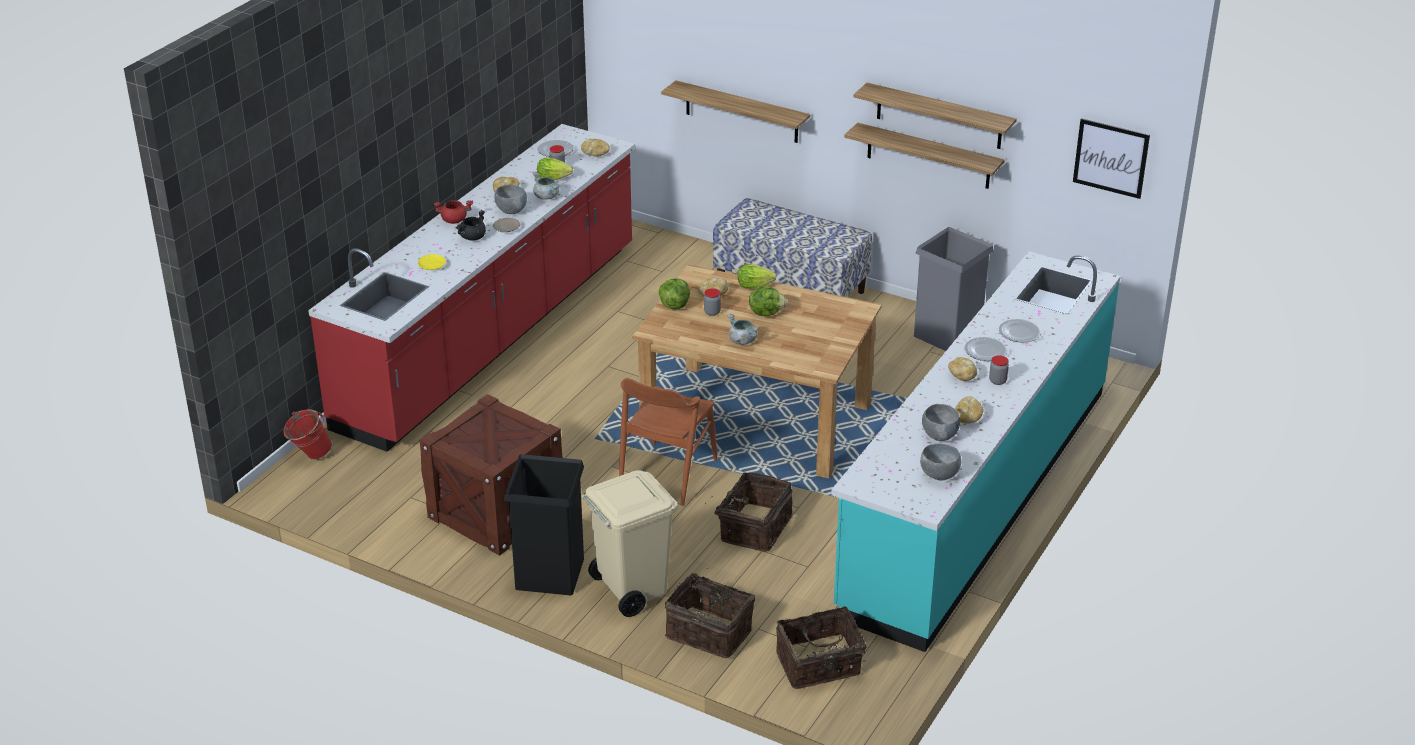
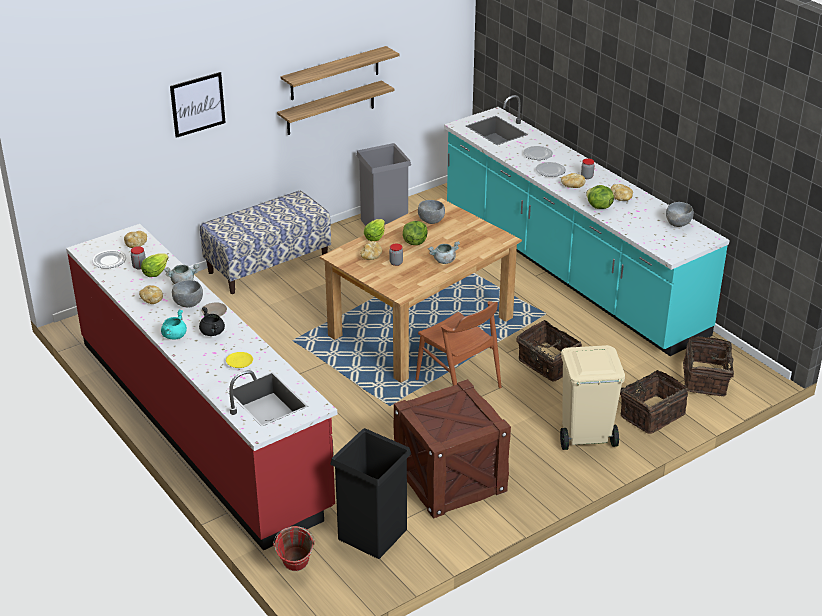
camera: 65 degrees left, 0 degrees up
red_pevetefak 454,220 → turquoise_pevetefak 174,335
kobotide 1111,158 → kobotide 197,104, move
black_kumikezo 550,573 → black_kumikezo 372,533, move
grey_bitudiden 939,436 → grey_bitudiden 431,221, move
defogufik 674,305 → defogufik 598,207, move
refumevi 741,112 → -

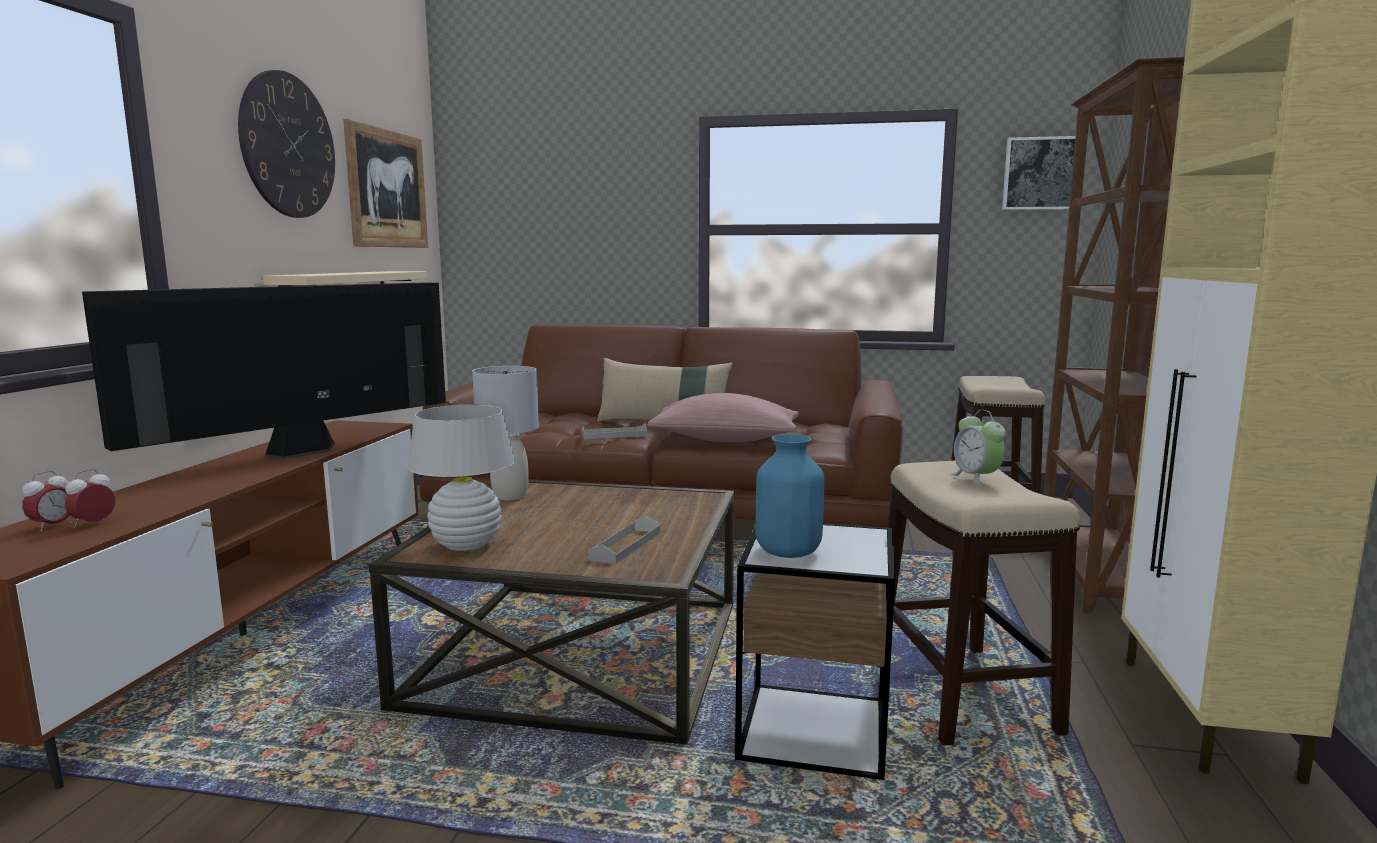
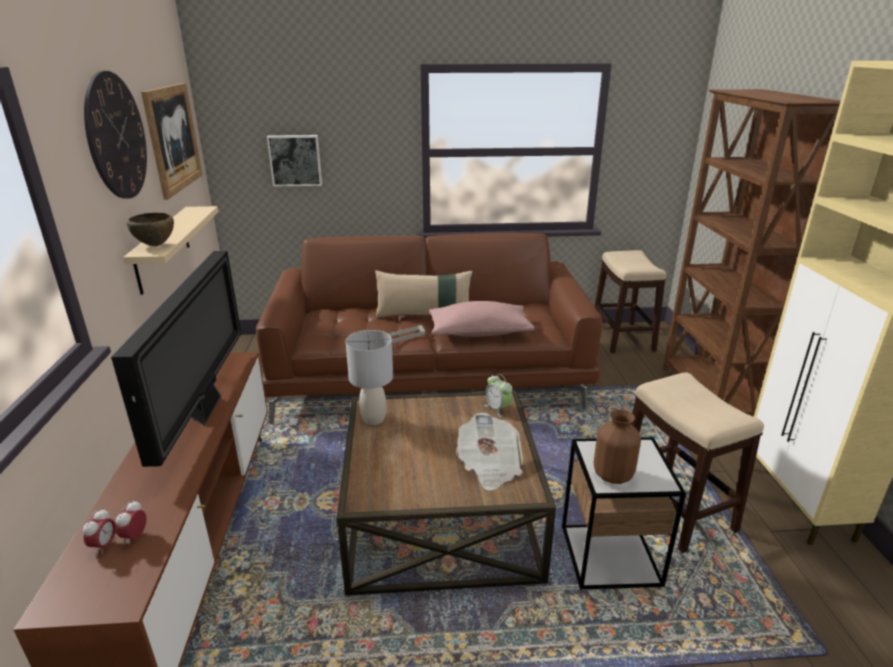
camera: 15 degrees left, 15 degrees up
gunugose 299,452 → gunugose 207,408, 150 degrees clockwise
- → brown_bitudiden 156,245
kobotide 1041,174 → kobotide 295,160, move
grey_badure 625,545 → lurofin 489,466
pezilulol 976,478 → pezilulol 498,408, move
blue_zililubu 787,551 → brown_zililubu 612,475
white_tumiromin 466,545 → -

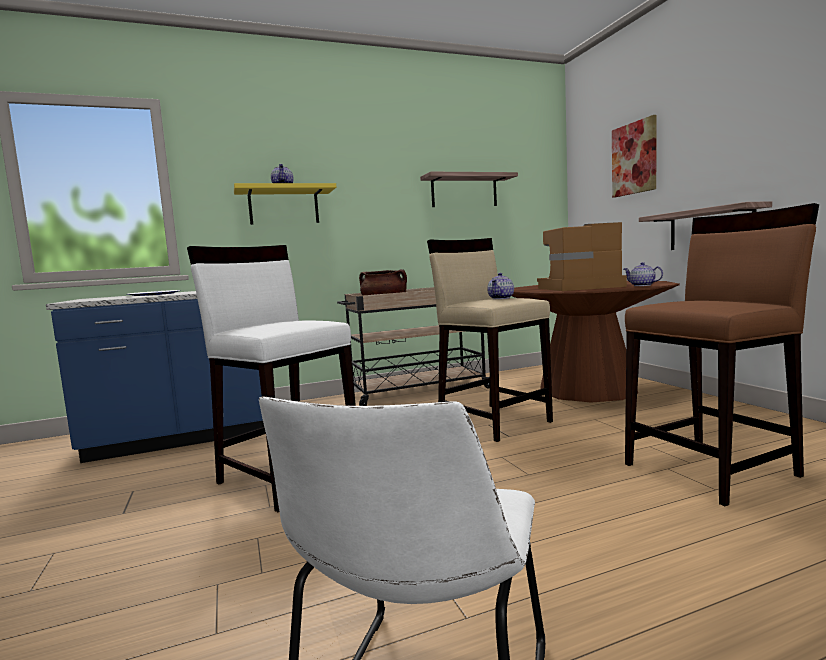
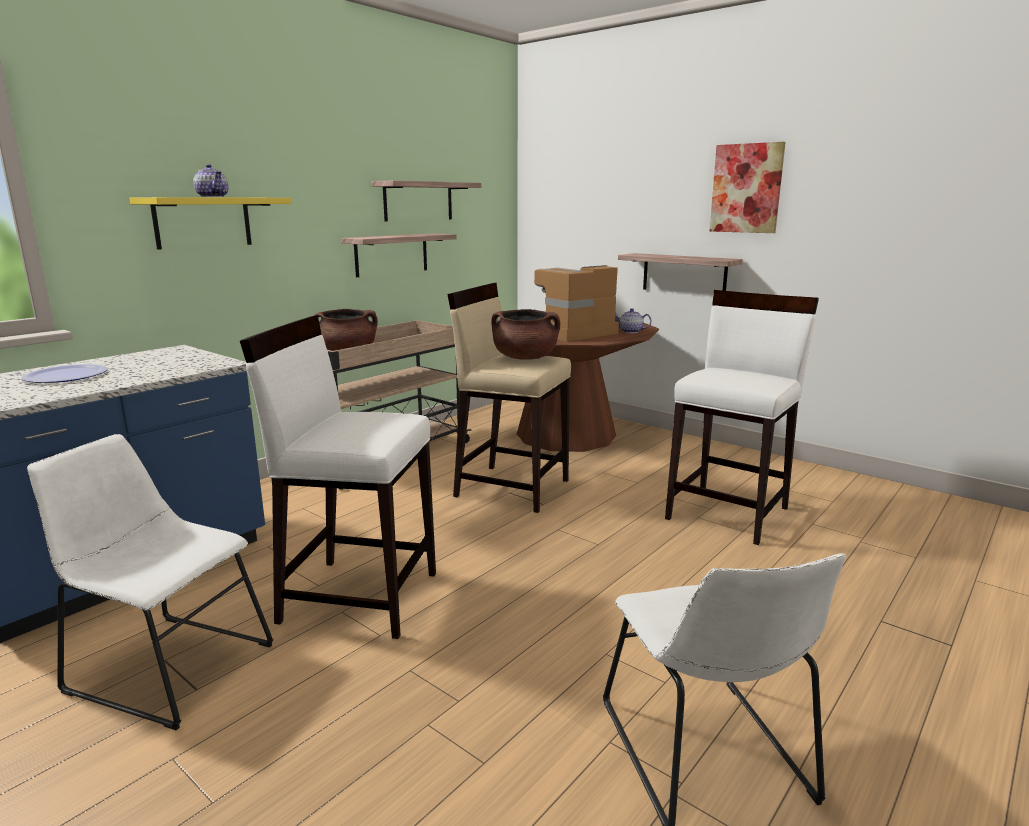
camera: 30 degrees left, 10 degrees up
- → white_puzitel 165,665
- → refumevi 391,254
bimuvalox 501,298 → brown_pevetefak 525,358
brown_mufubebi 712,470 → white_mufubebi 729,513
kobotide 634,158 → kobotide 746,188, move

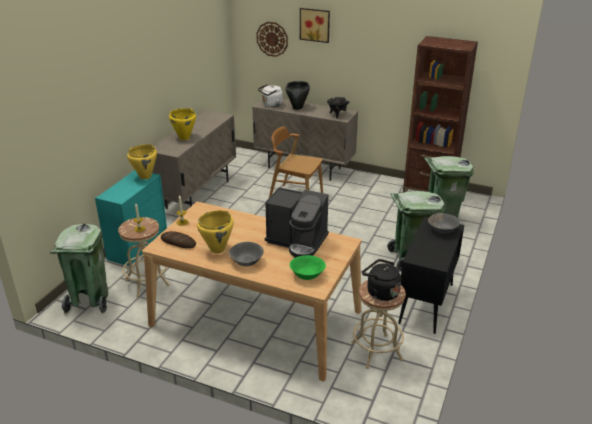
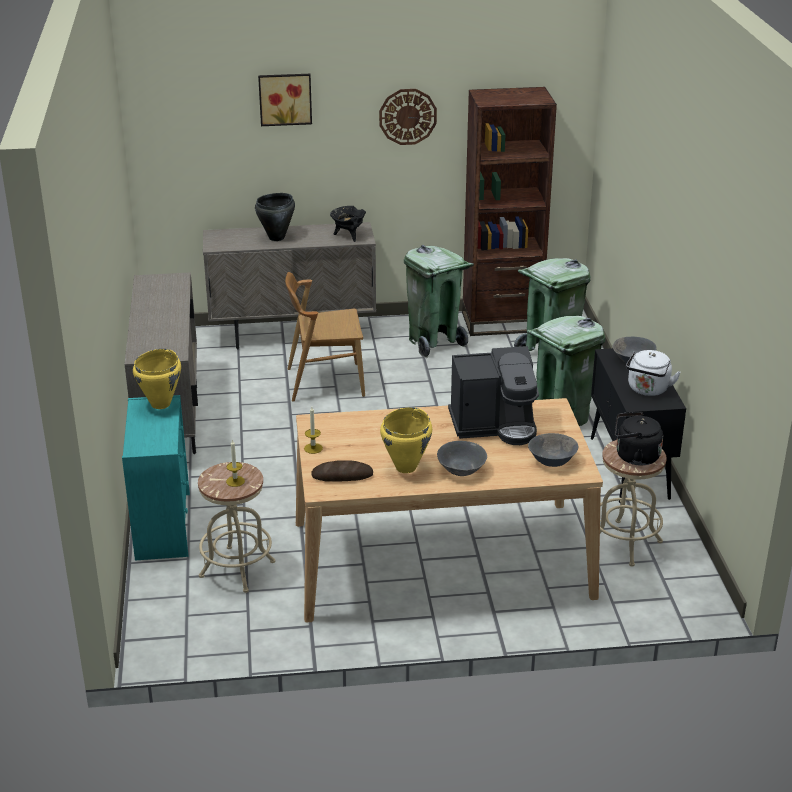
camera: 30 degrees left, 0 degrees up
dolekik 272,39 → dolekik 407,116, move
green_kumikezo 89,301 → green_kumikezo 434,342, move
green_bitudiden 307,275 → grey_bitudiden 552,461
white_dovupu 271,105 → white_dovupu 648,390, move
yellow_pevetefak 184,138 → -

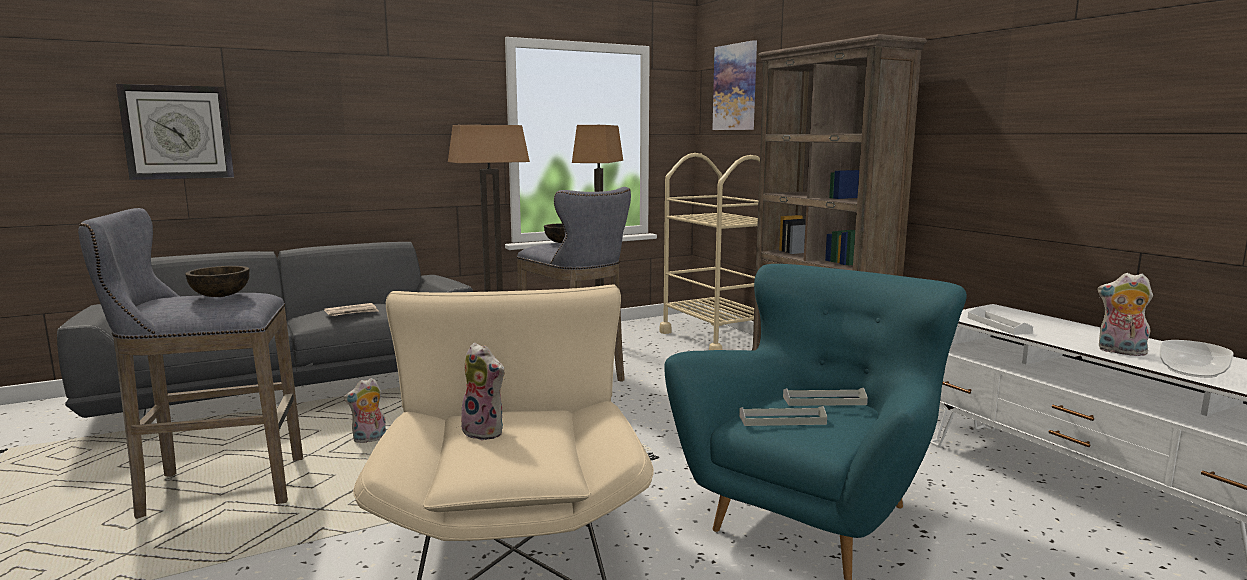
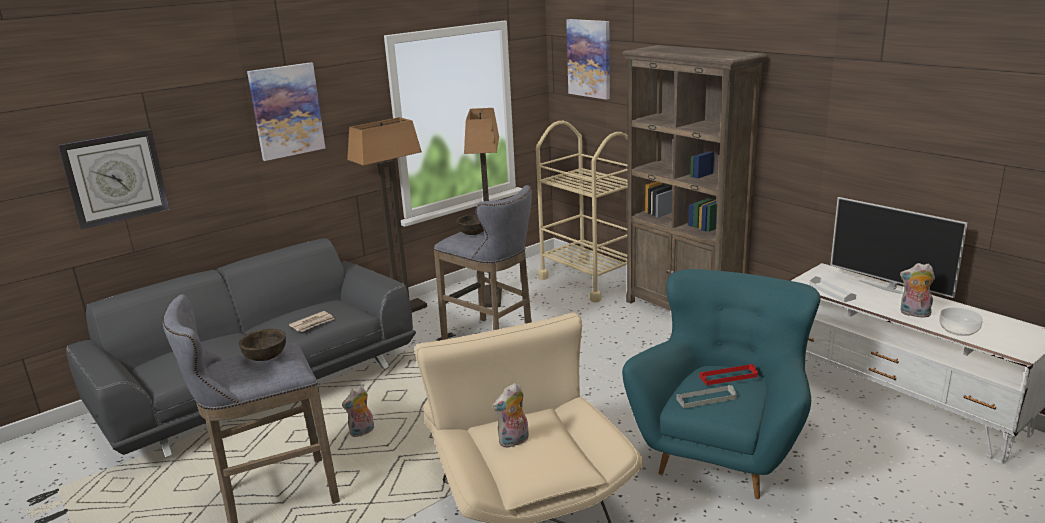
camera: 10 degrees left, 10 degrees up
- → kobotide 286,111
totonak 486,431 → totonak 514,441, 120 degrees clockwise
grey_badure 824,401 → red_badure 728,377
- → gunugose 890,289

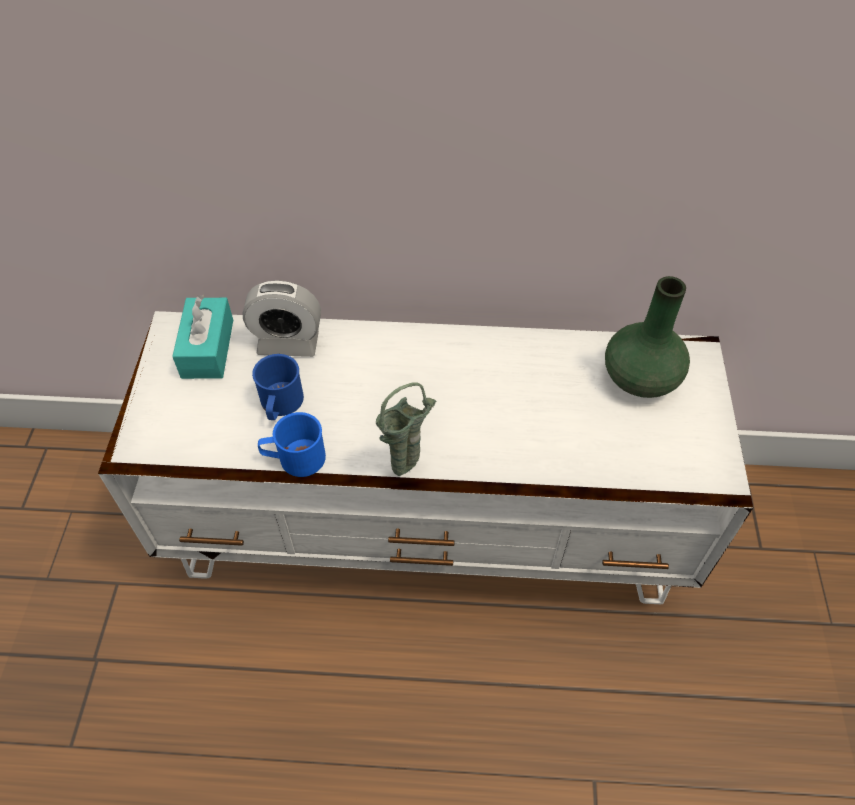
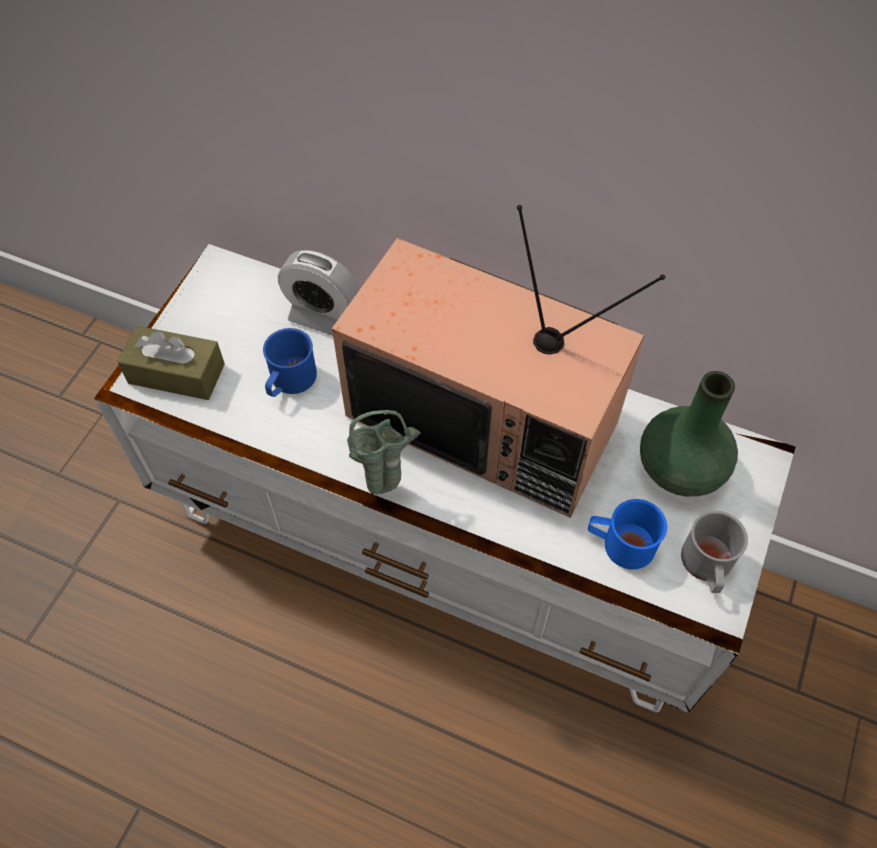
camera: 20 degrees right, 5 degrees up
- → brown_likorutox 176,373
- → gunugose 487,417
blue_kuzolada 294,458 → blue_kuzolada 620,544, move
- → grey_kuzolada 707,566
turquoise_likorutox 207,348 → -

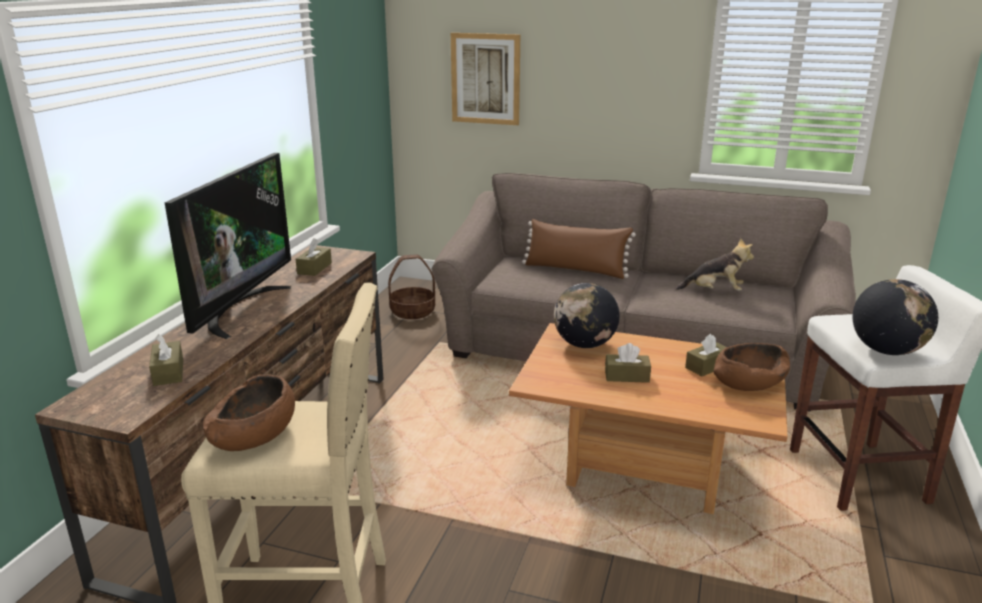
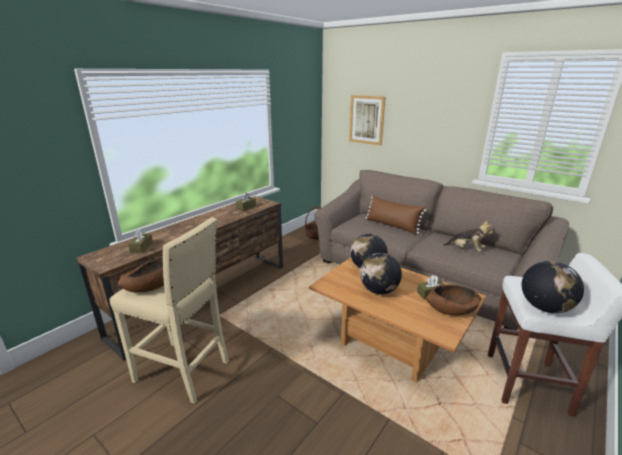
camera: 20 degrees right, 0 degrees up
brown_likorutox 627,376 → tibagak 378,290
gunugose 239,309 → -

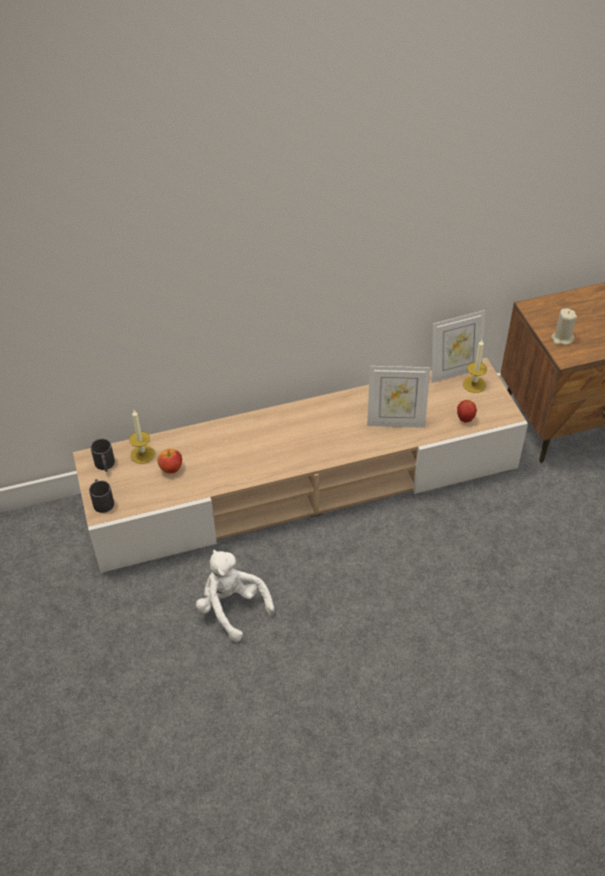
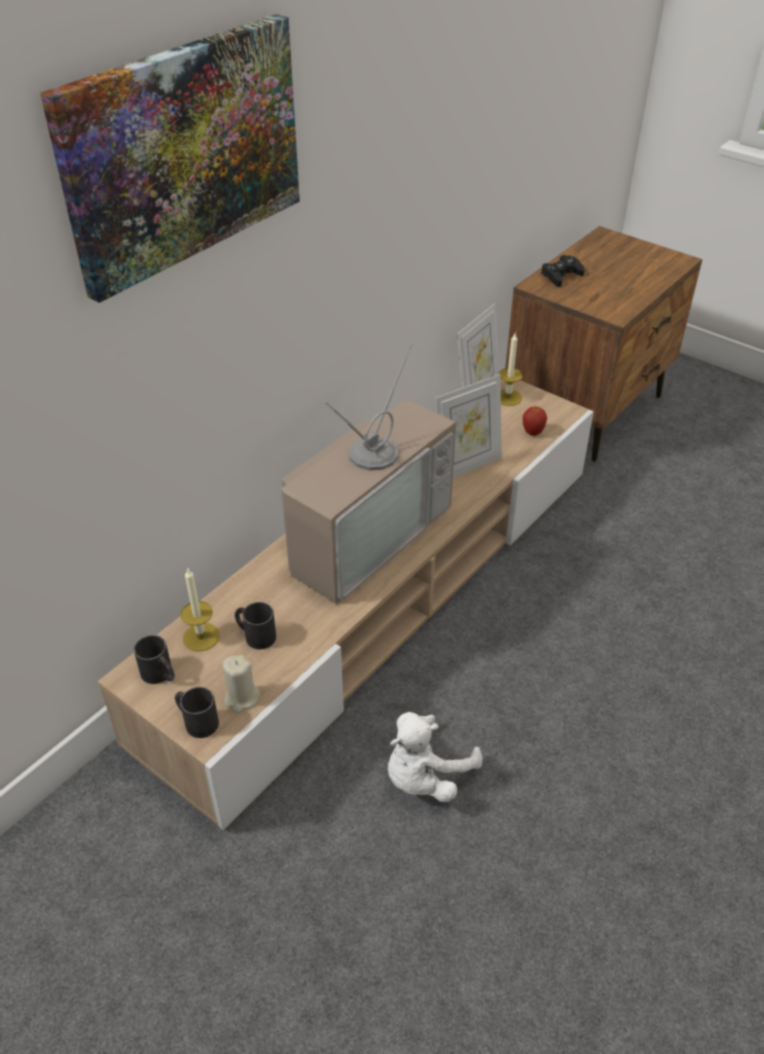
camera: 35 degrees left, 5 degrees down
- → kobotide 183,153
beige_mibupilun 562,338 → beige_mibupilun 241,698, move
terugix 171,468 → black_kuzolada 255,635
- → gunugose 364,533
white_totonak 232,607 → white_totonak 425,776, 60 degrees counterclockwise
- → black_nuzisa 561,276

